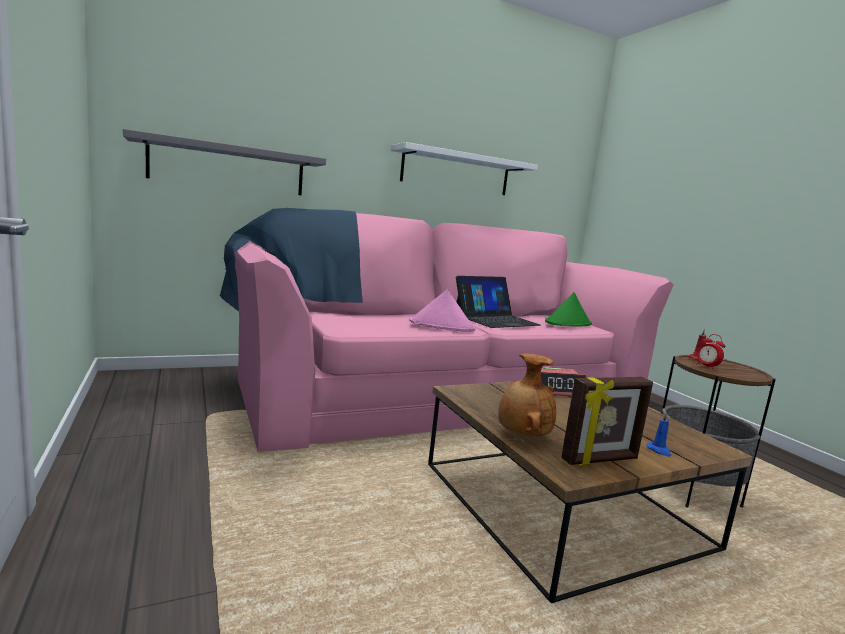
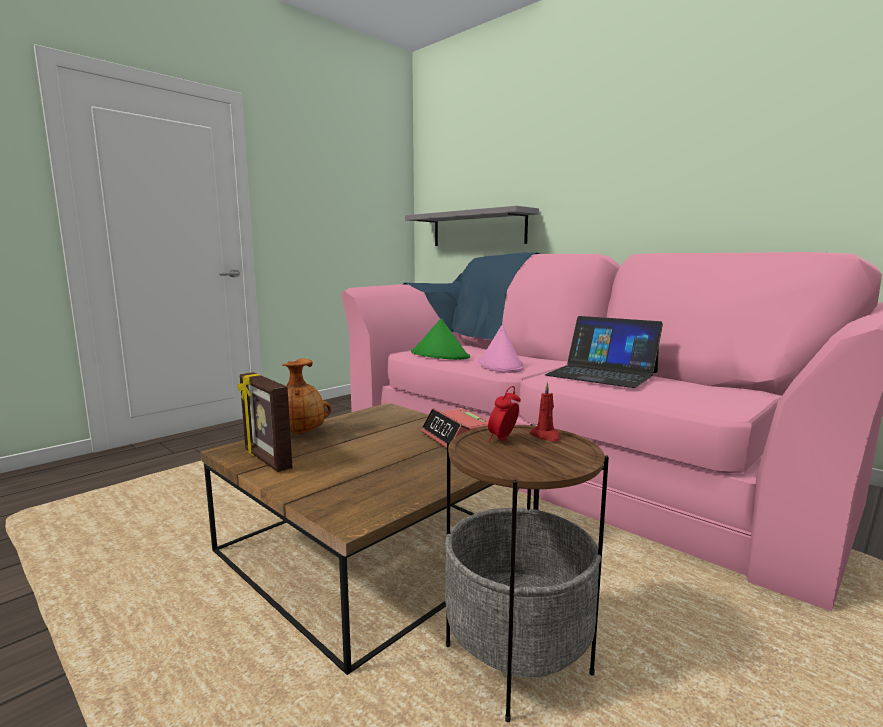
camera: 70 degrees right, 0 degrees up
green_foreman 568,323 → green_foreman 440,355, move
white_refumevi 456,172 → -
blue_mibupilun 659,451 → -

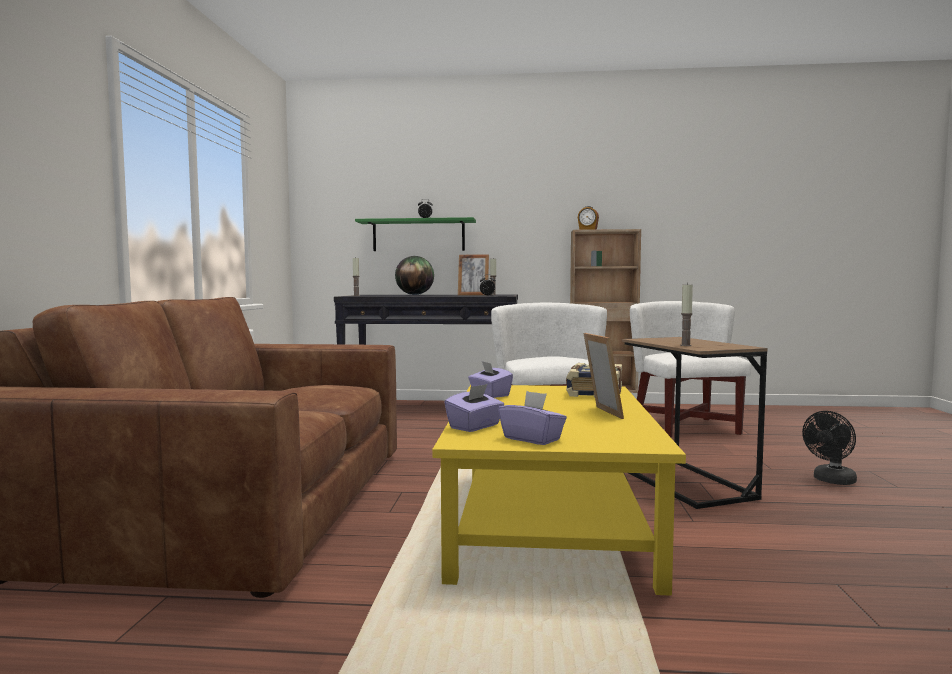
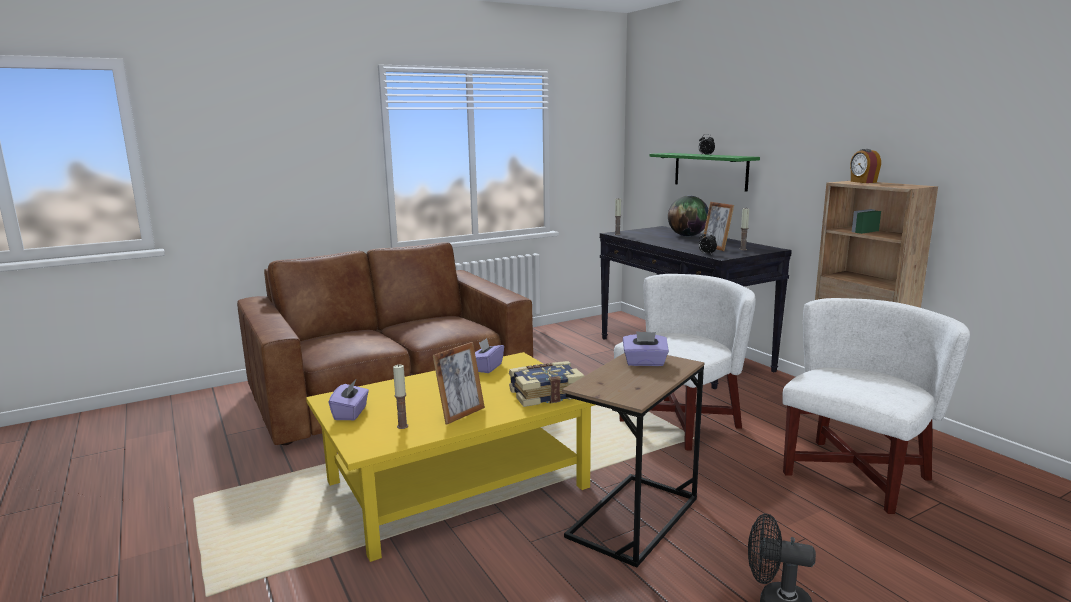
camera: 55 degrees right, 10 degrees up
mibupilun 685,345 → mibupilun 402,426, move
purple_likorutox 475,427 → purple_likorutox 644,363, move

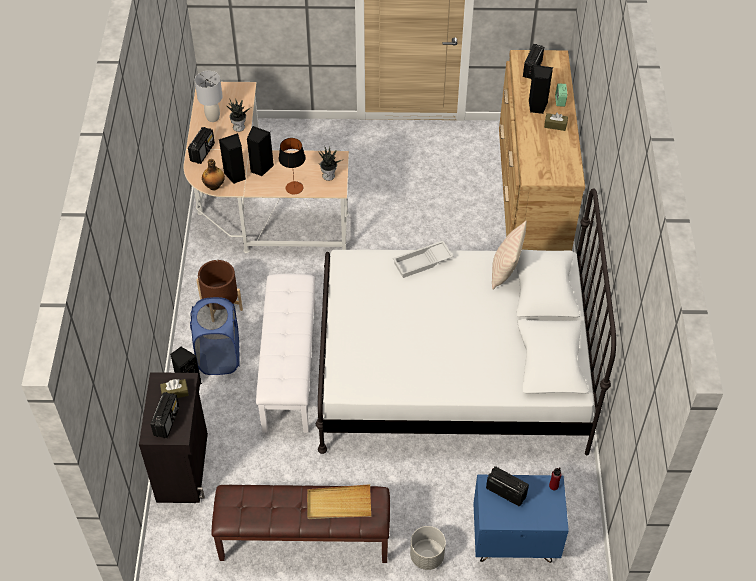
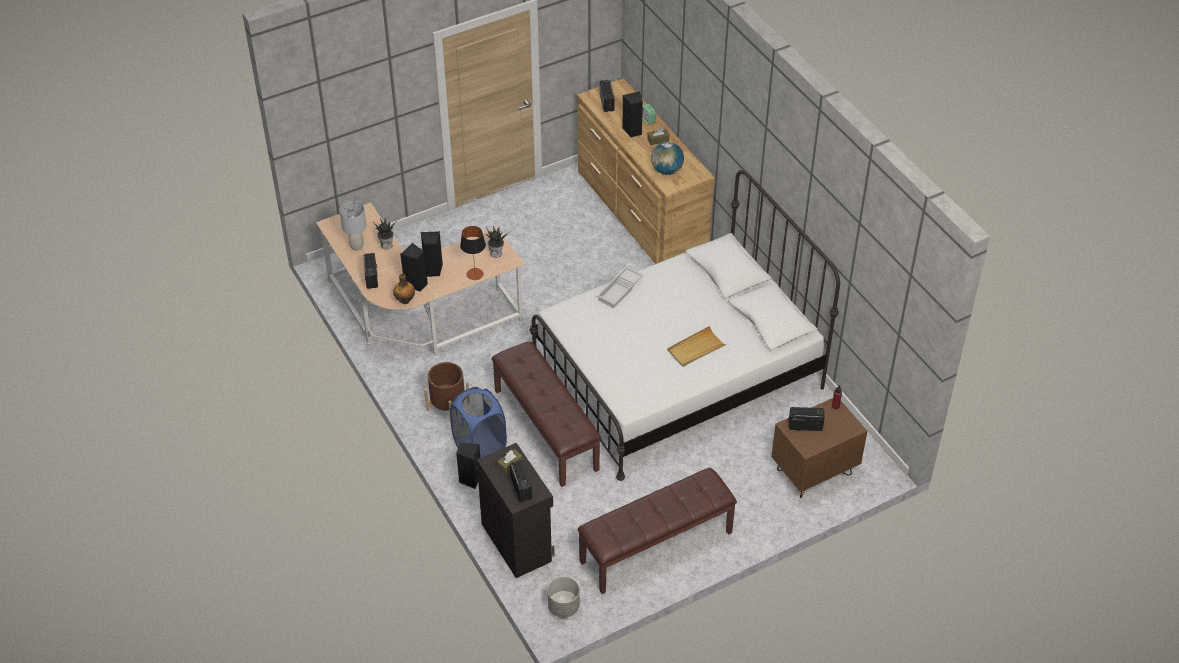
camera: 30 degrees left, 5 degrees down
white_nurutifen 290,368 → brown_nurutifen 547,429
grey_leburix 426,556 → grey_leburix 563,606, move
- → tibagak 667,170
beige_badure 338,504 → beige_badure 696,348, move
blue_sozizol 514,541 → brown_sozizol 813,473
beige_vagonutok 505,271 → -

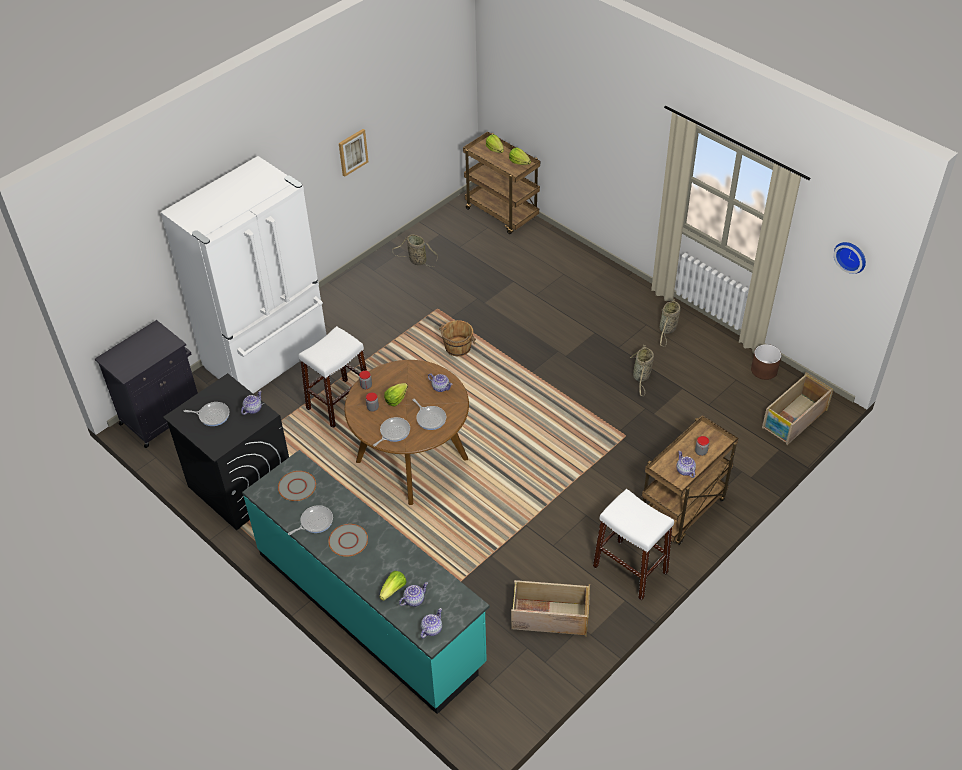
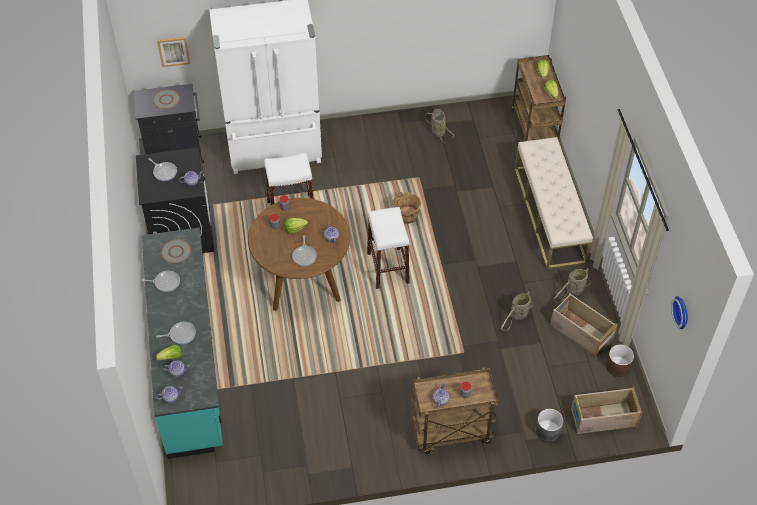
camera: 35 degrees right, 5 degrees up
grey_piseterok 348,540 → grey_piseterok 166,99, move
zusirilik 393,432 → zusirilik 181,334, move
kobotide 352,152 → kobotide 173,51, move
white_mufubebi 630,569 → white_mufubebi 388,268, move
- → beige_nurutifen 550,214
- → grey_leburix 547,431
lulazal 549,617 → lulazal 580,332, move

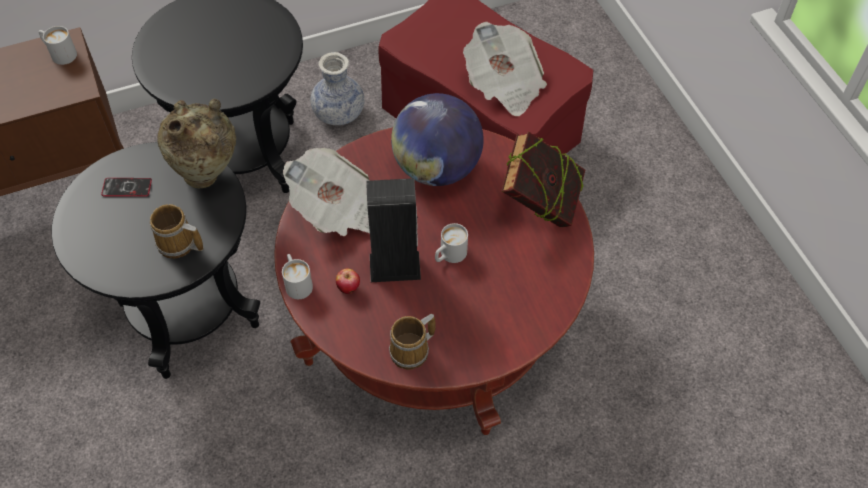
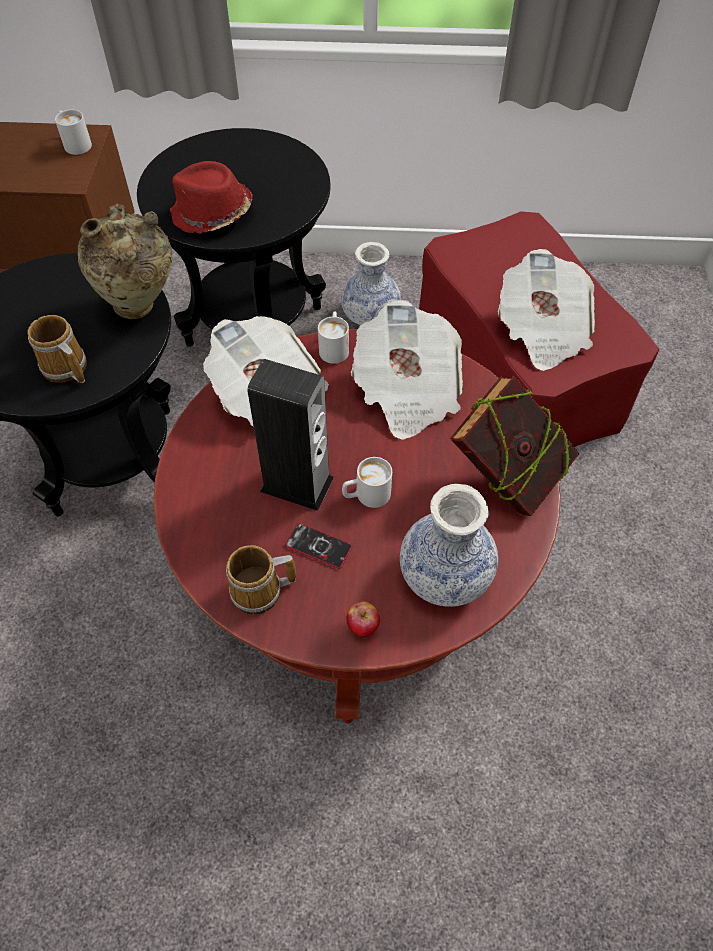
camera: 25 degrees right, 0 degrees up
- → red_foreman 212,214
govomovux 127,188 → govomovux 318,546, move
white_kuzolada 297,282 → white_kuzolada 334,347, move
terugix 348,288 → terugix 363,627, move
tibagak 437,168 → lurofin 406,392
- → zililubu 445,575

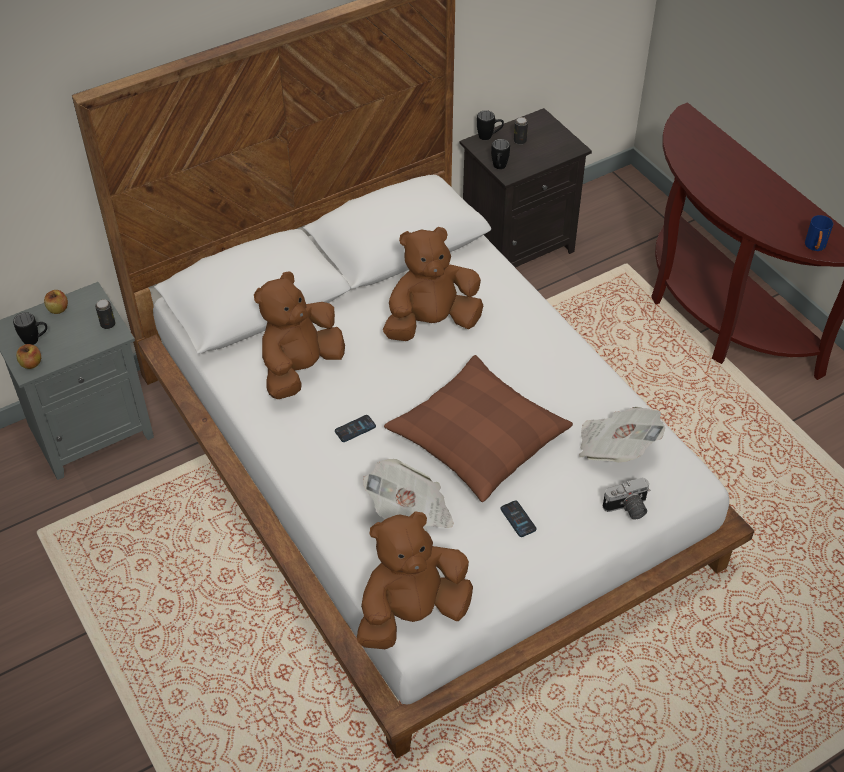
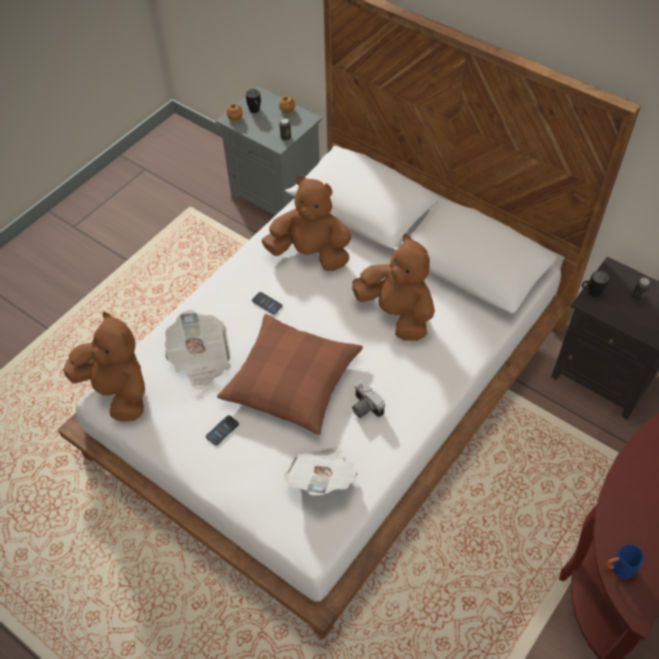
camera: 70 degrees right, 5 degrees up
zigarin 627,509 → zigarin 364,407, move
black_kuzolada 489,137 → -

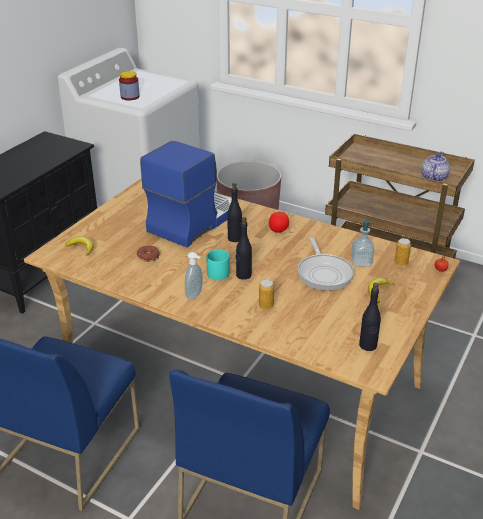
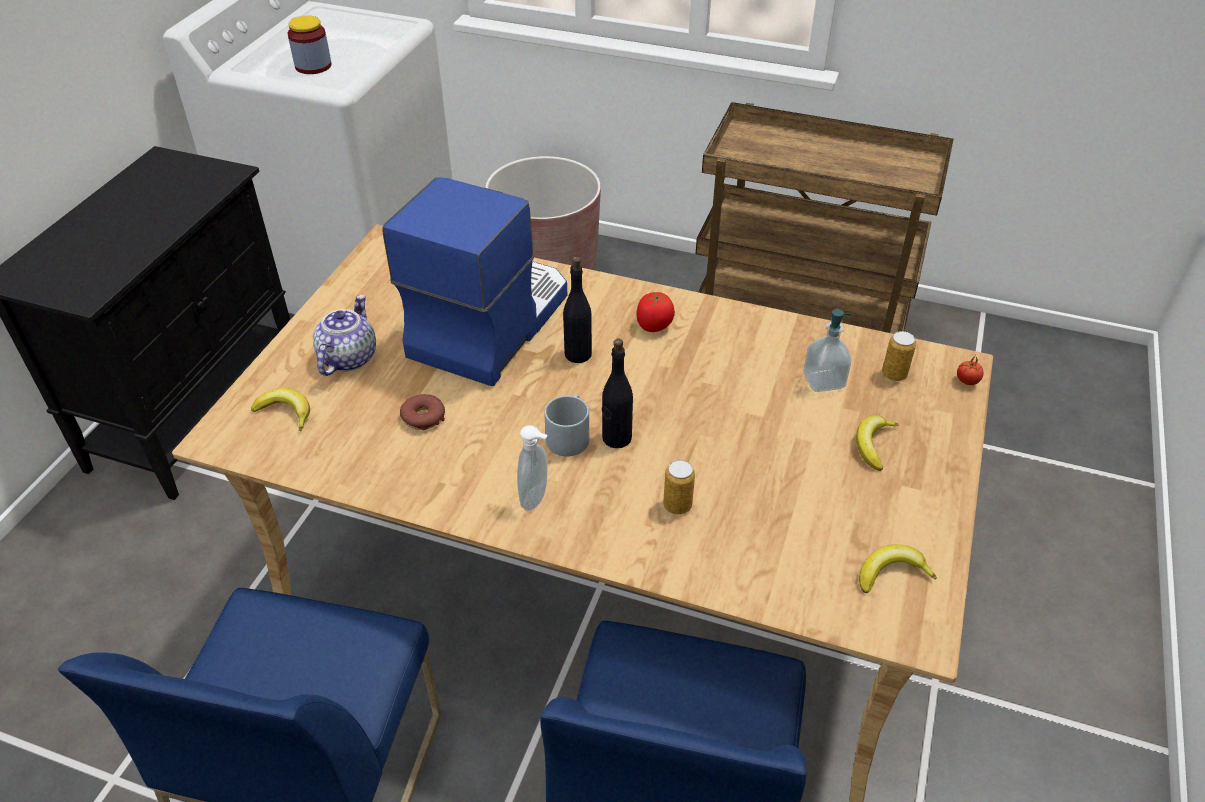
camera: 10 degrees left, 10 degrees up
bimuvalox 433,177 → bimuvalox 348,357, move
turquoise_kuzolada 219,271 → grey_kuzolada 569,435
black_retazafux 368,345 → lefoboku 890,573
zusirilik 324,273 → -

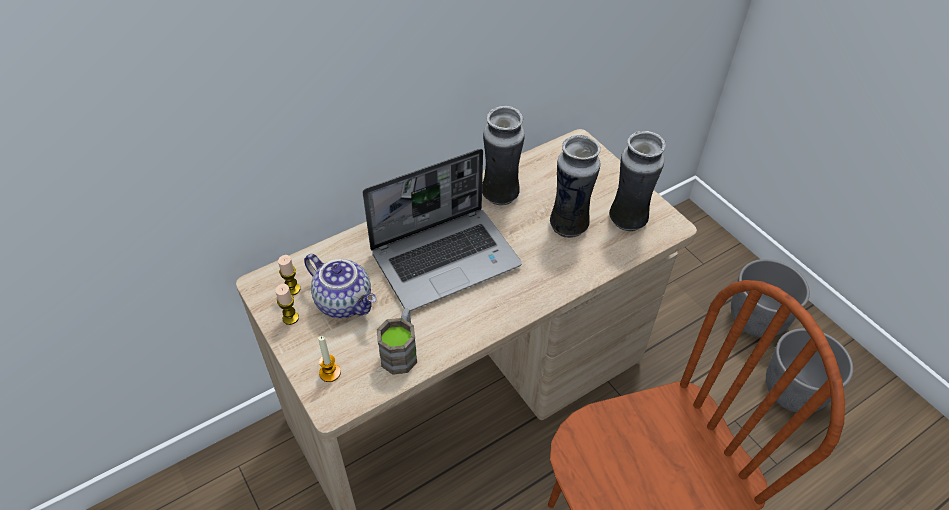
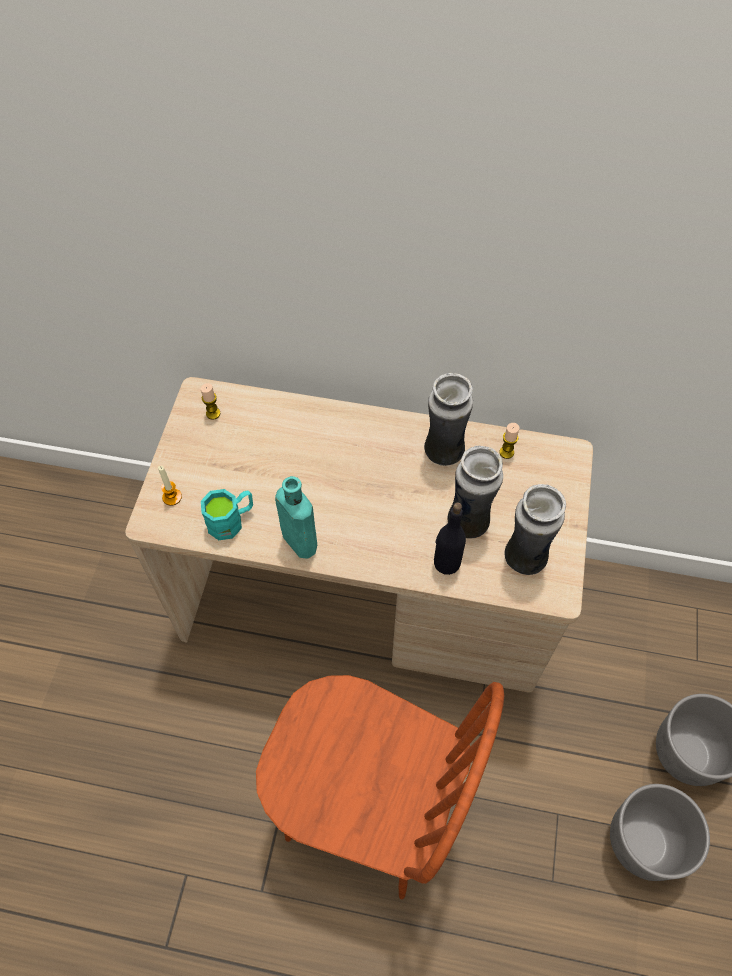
camera: 45 degrees right, 10 degrees up
brown_kuzolada 401,351 → turquoise_kuzolada 231,520
- → turquoise_retazafux 298,539
- → black_retazafux 446,562
mibupilun 290,318 → mibupilun 506,452, move
bimuvalox 345,301 → -
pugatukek 446,258 → -

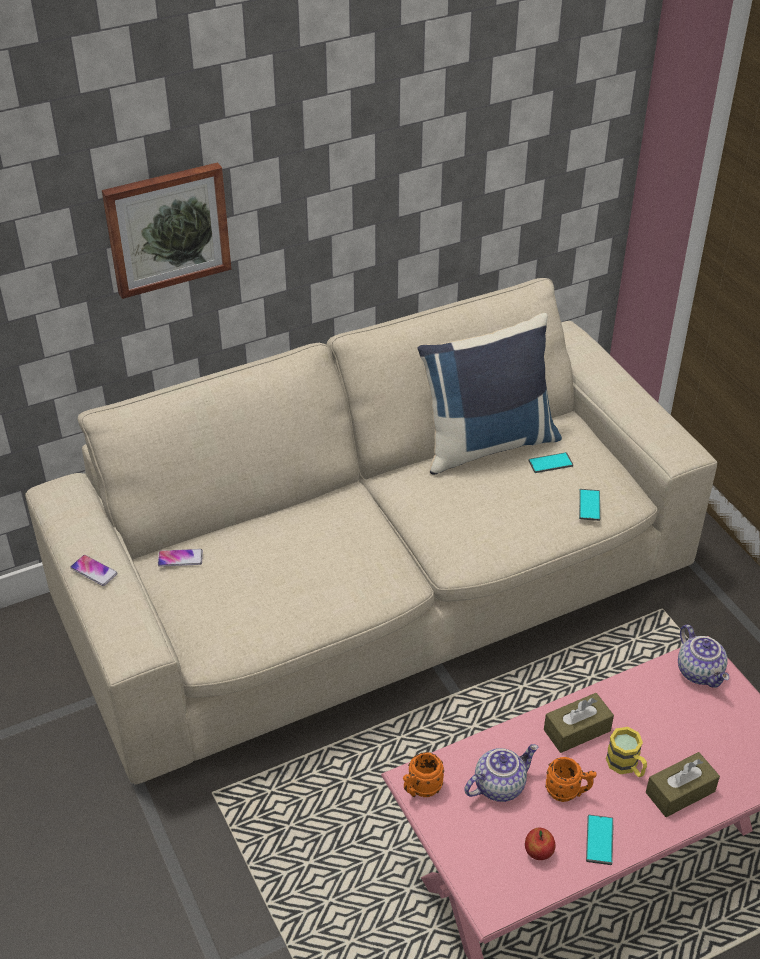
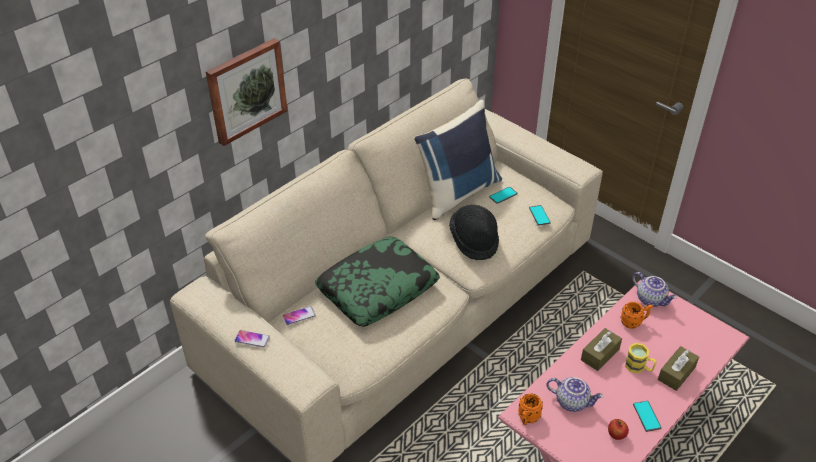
camera: 20 degrees left, 0 degrees up
- → vagonutok 377,288
- → black_foreman 474,241
bimuvalox 499,785 → bimuvalox 572,401, 75 degrees clockwise
orange_kuzolada 568,792 → orange_kuzolada 633,322, move

